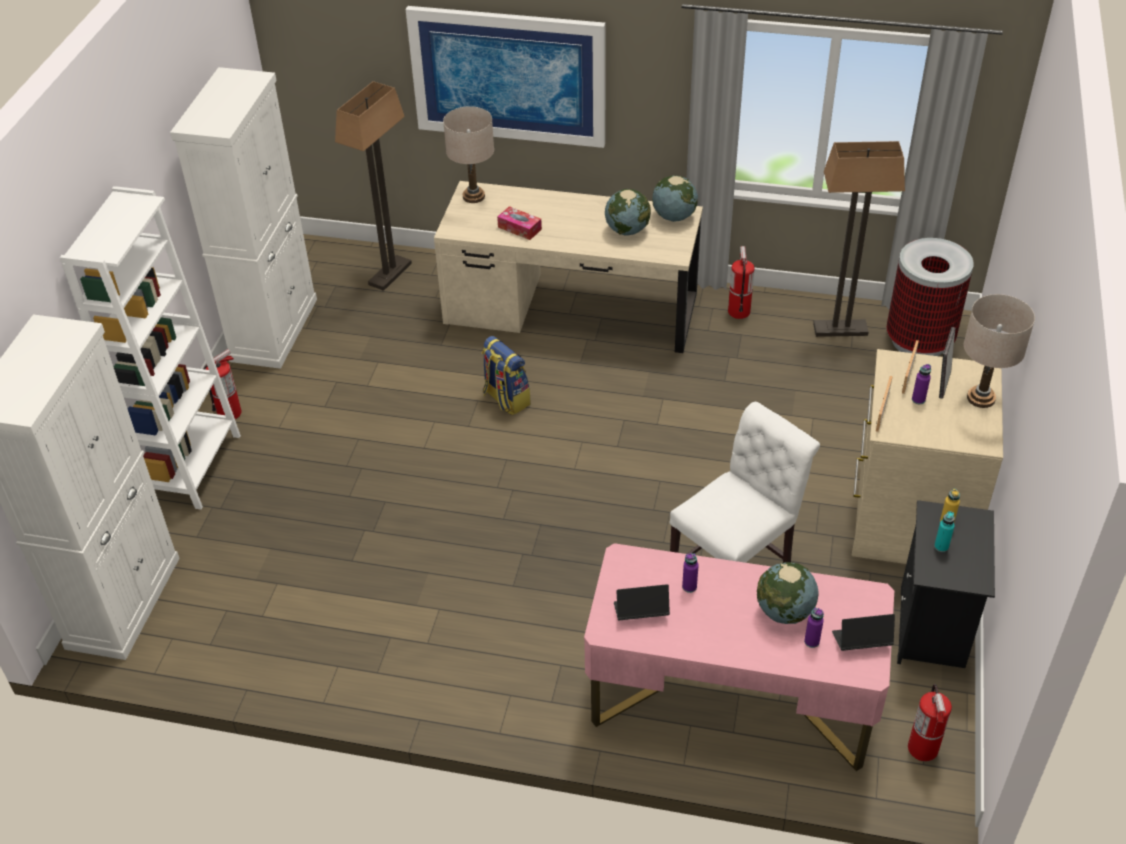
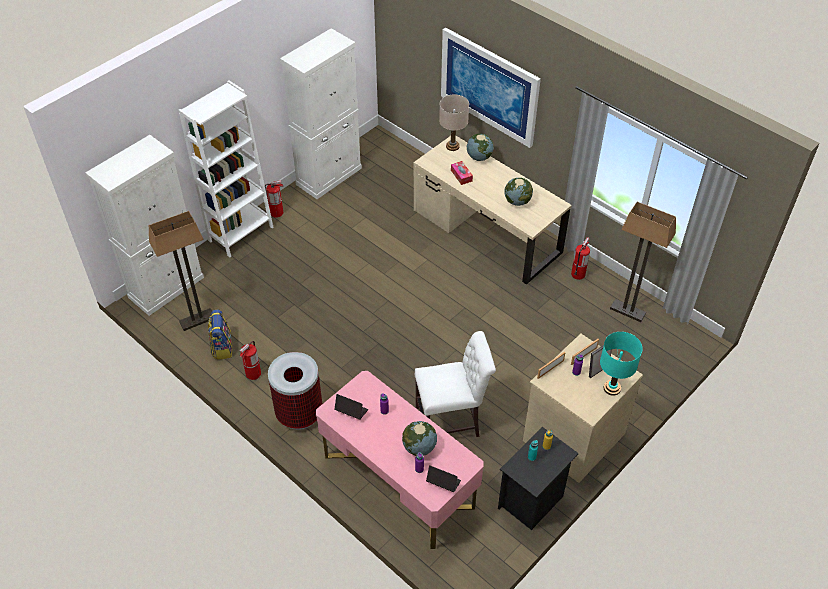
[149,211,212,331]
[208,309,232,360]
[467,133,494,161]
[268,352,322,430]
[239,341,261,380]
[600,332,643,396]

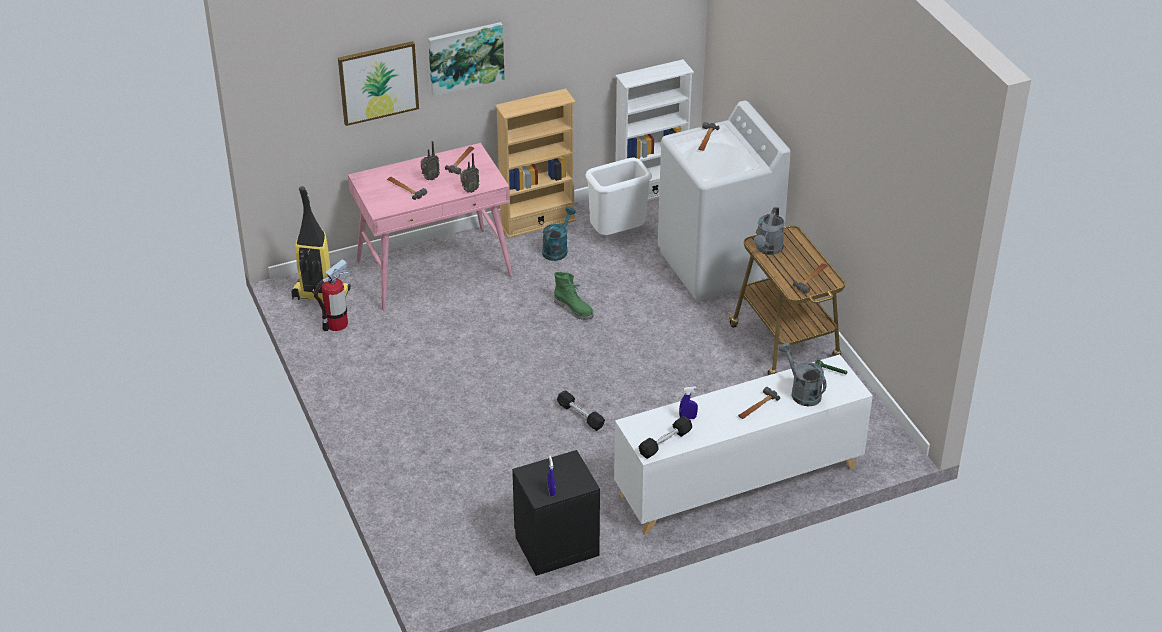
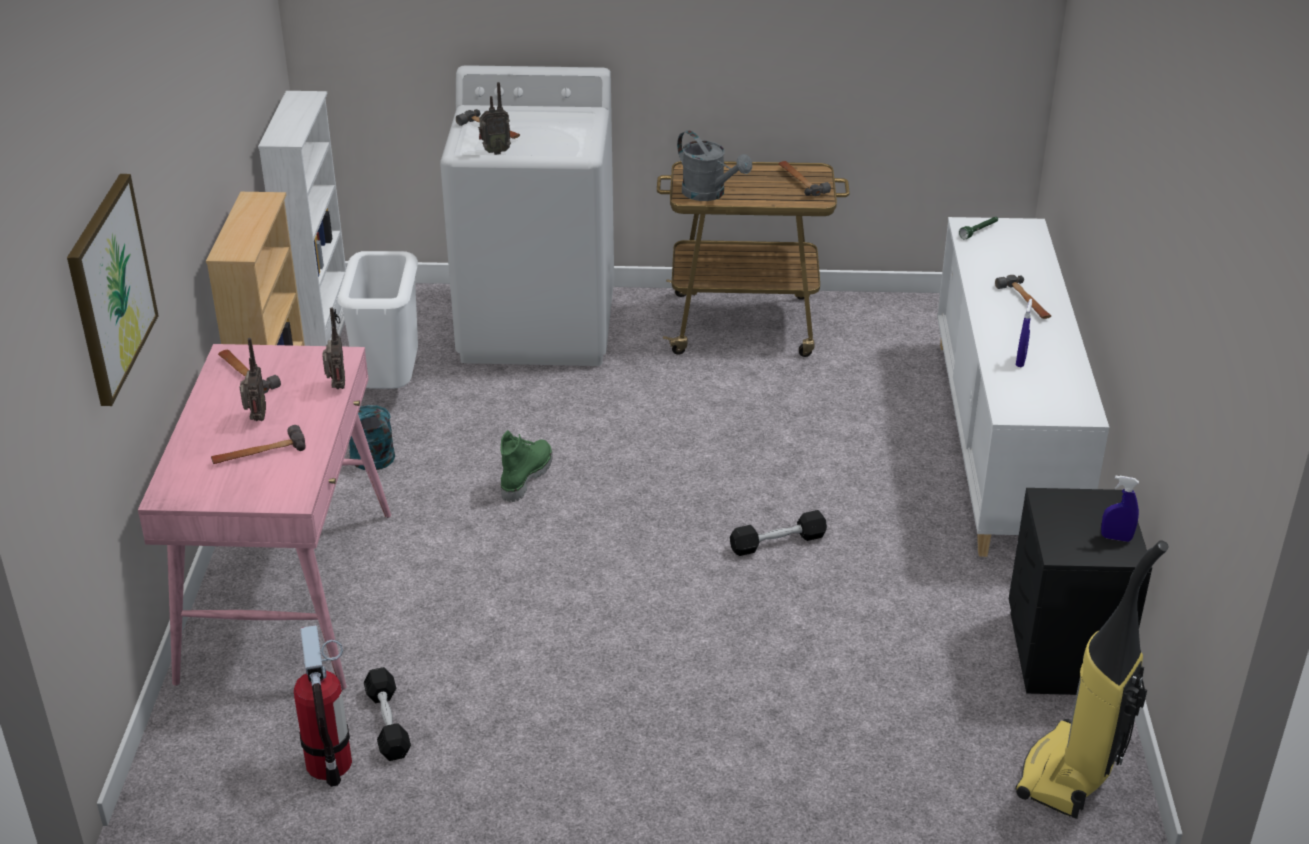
[1015,540,1169,819]
[428,22,505,97] (first image)
[501,430,553,502]
[364,667,411,761]
[778,342,826,407] (first image)
[478,82,511,155]

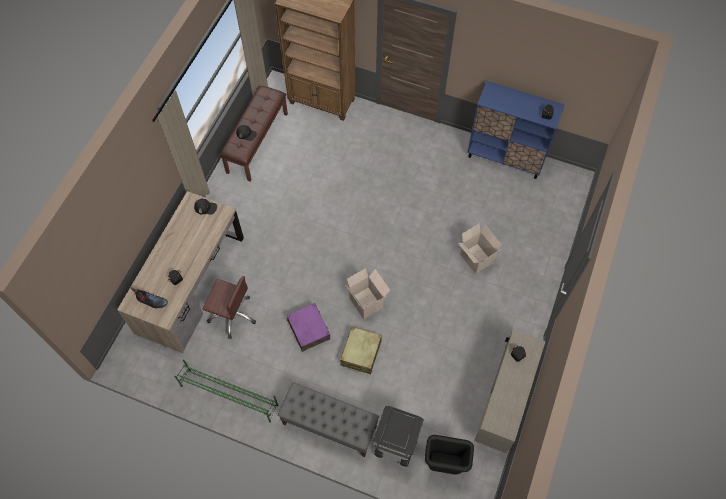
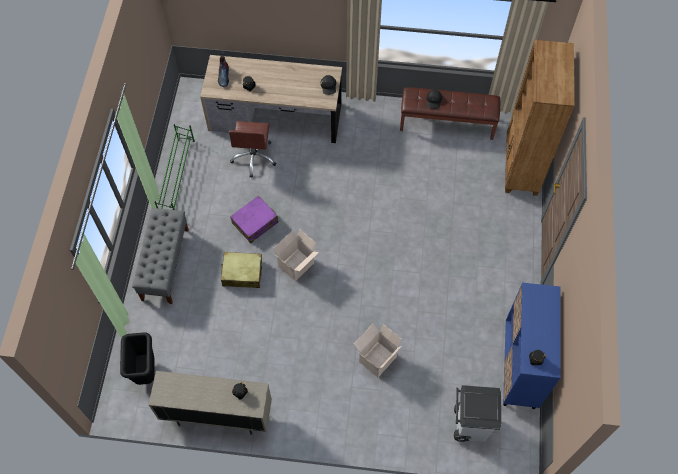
[454,385,501,442]

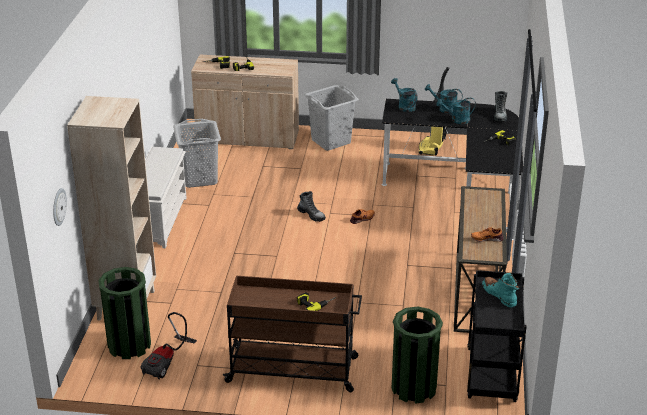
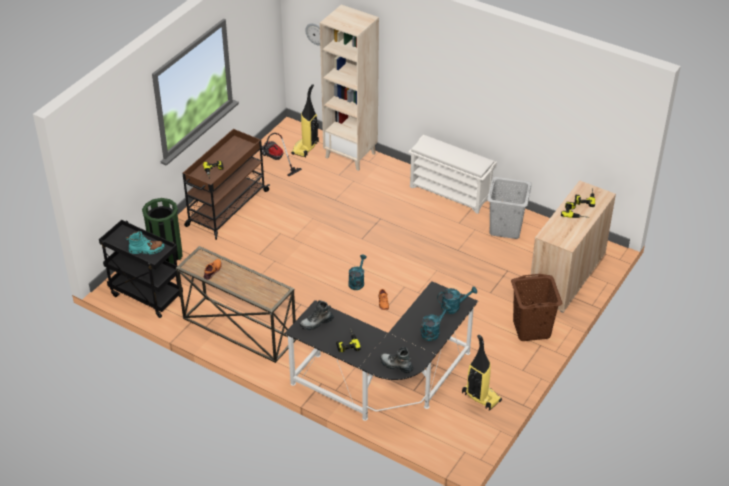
[291,84,319,157]
[300,300,334,330]
[511,274,562,341]
[348,254,367,290]

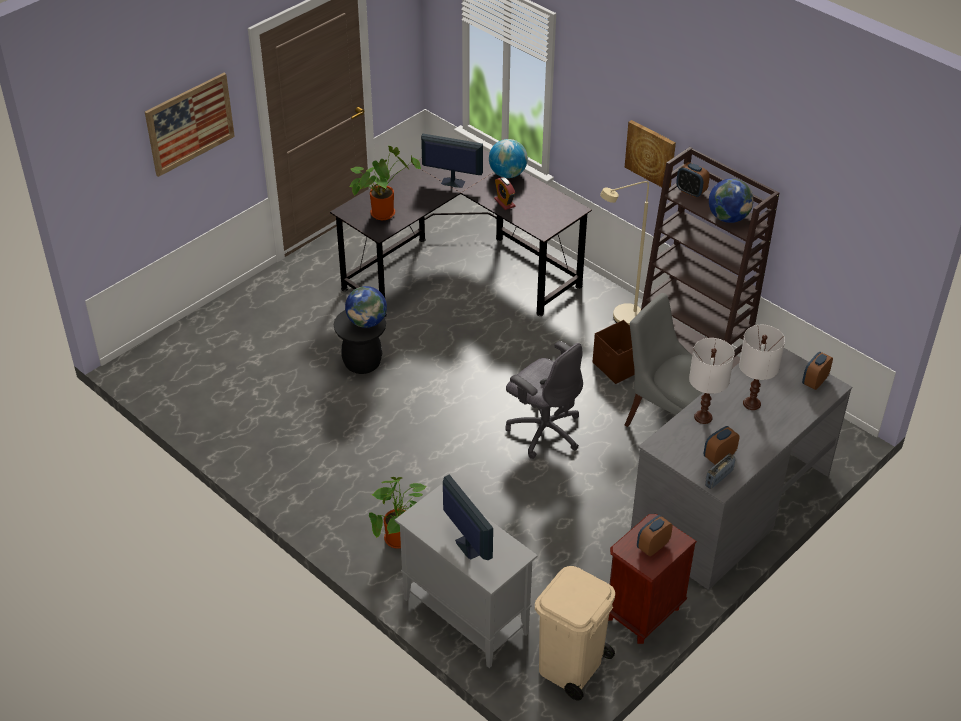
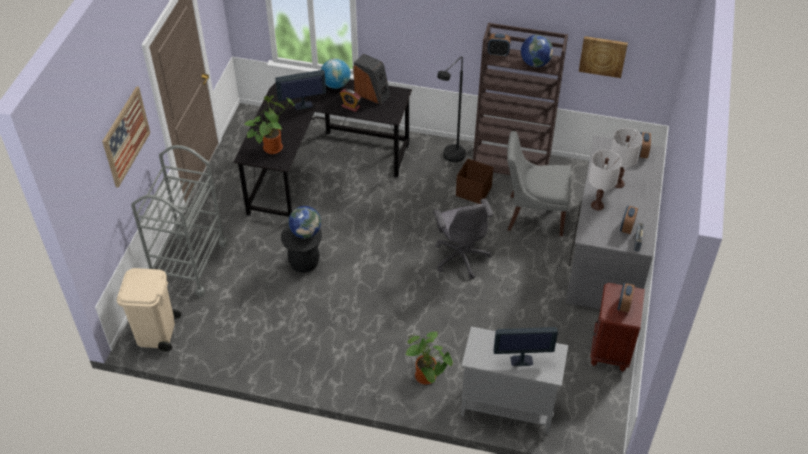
[493,327,558,366]
[433,198,493,279]
[117,268,181,352]
[437,56,465,162]
[579,36,628,78]
[131,145,228,297]
[353,54,390,105]

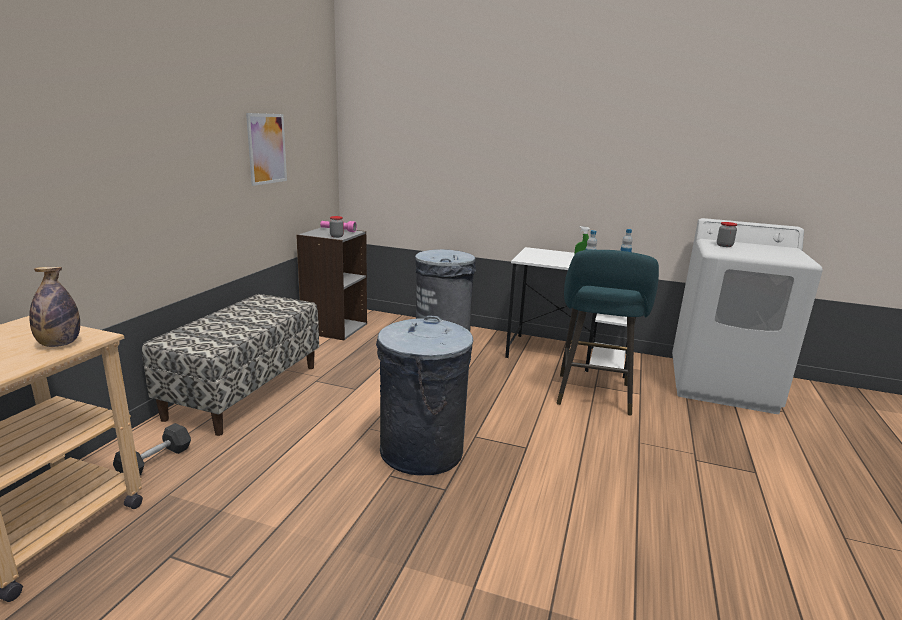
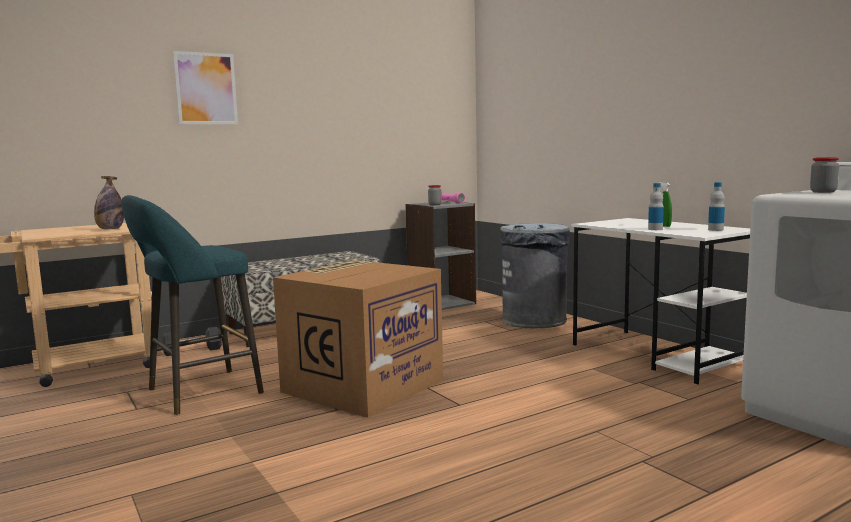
[173,51,238,124]
[273,260,443,418]
[121,195,264,415]

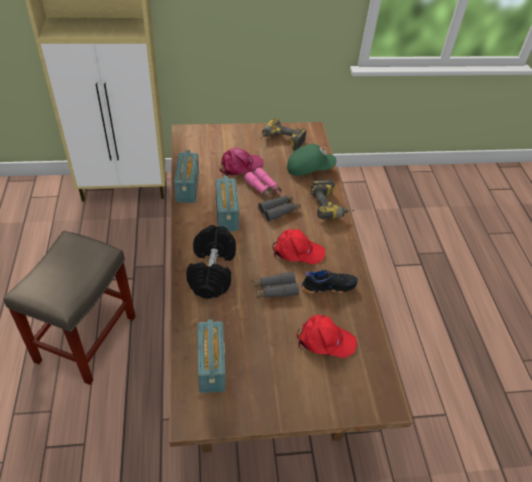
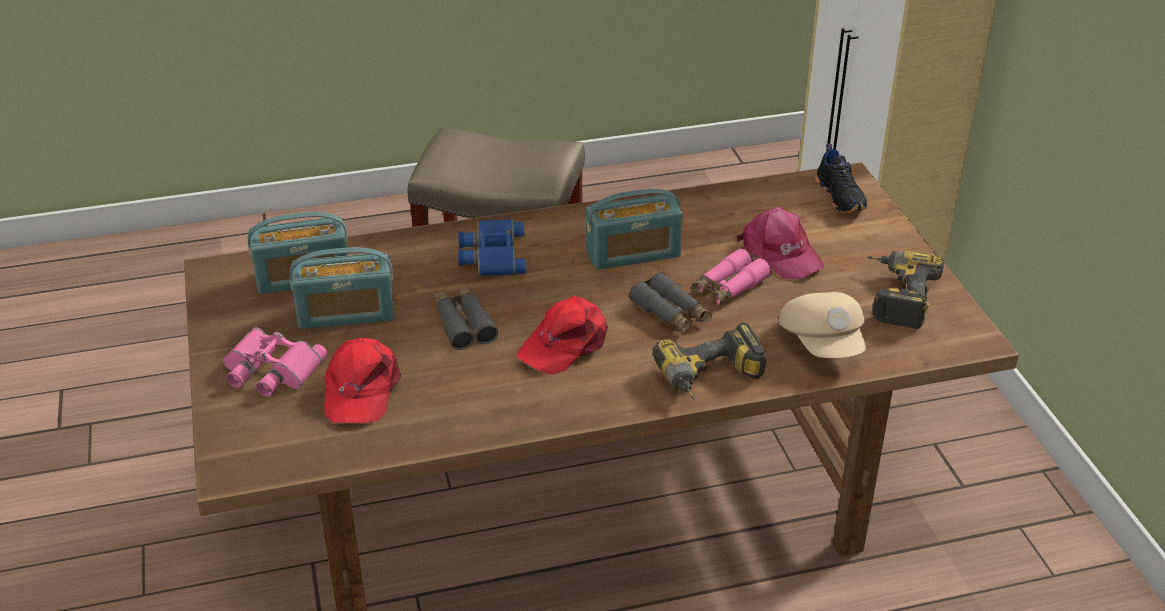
[290,247,394,329]
[458,219,527,276]
[517,296,608,375]
[779,292,866,358]
[815,144,867,213]
[223,327,327,397]

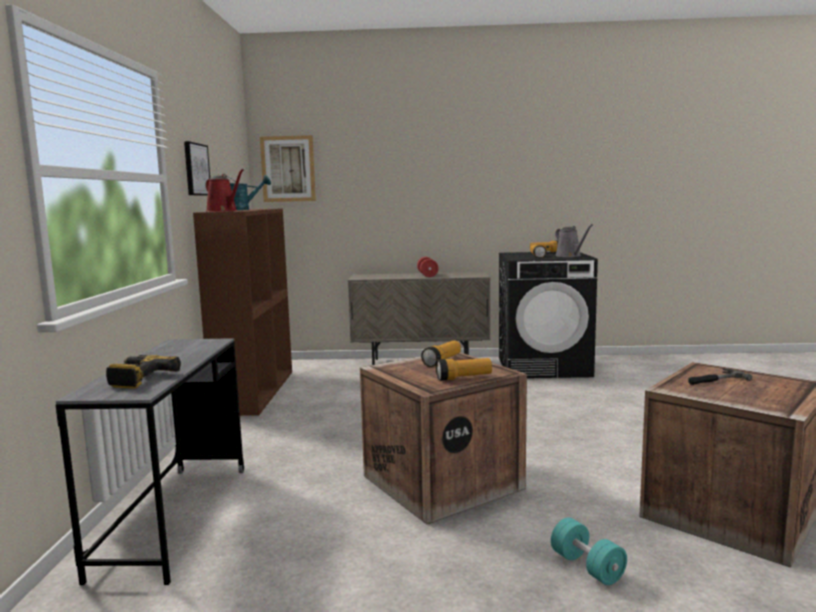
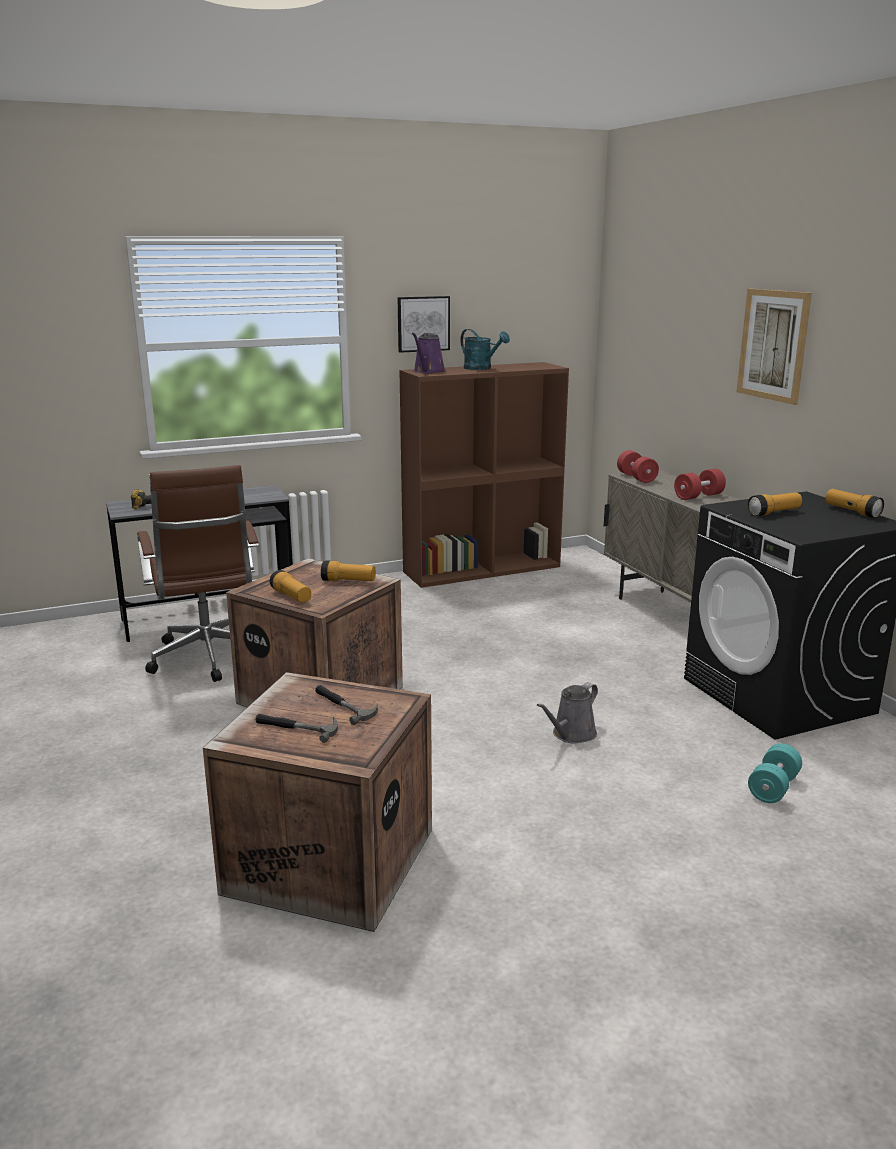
[412,333,446,373]
[737,289,812,405]
[748,744,802,803]
[537,683,598,744]
[137,465,259,682]
[256,714,338,743]
[617,450,659,483]

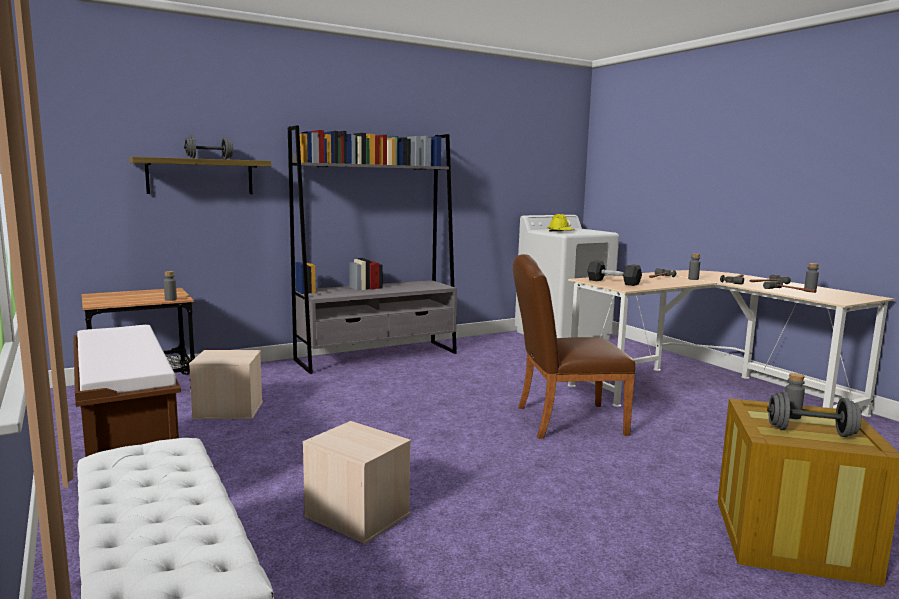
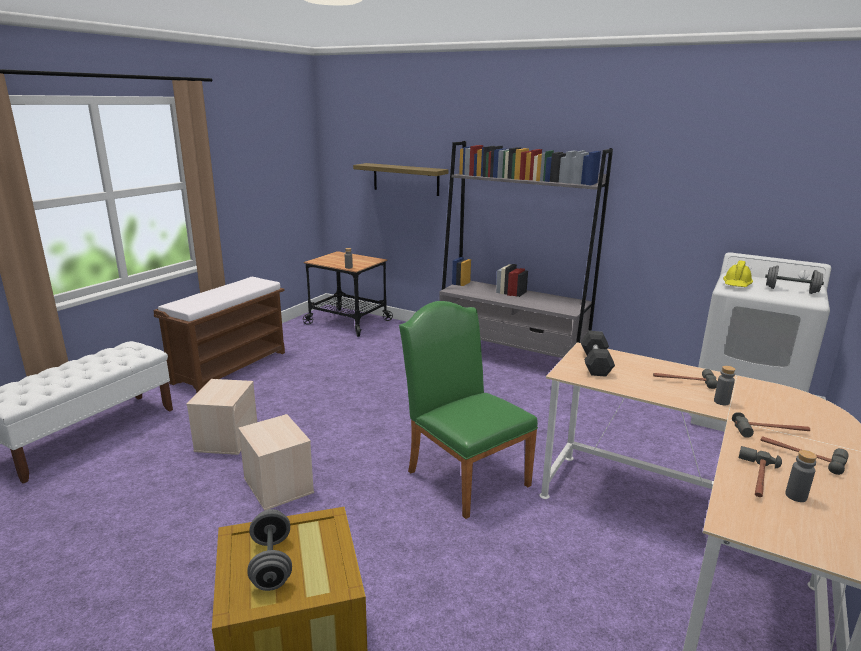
[765,266,824,294]
[238,414,314,511]
[399,301,538,519]
[785,373,805,419] (first image)

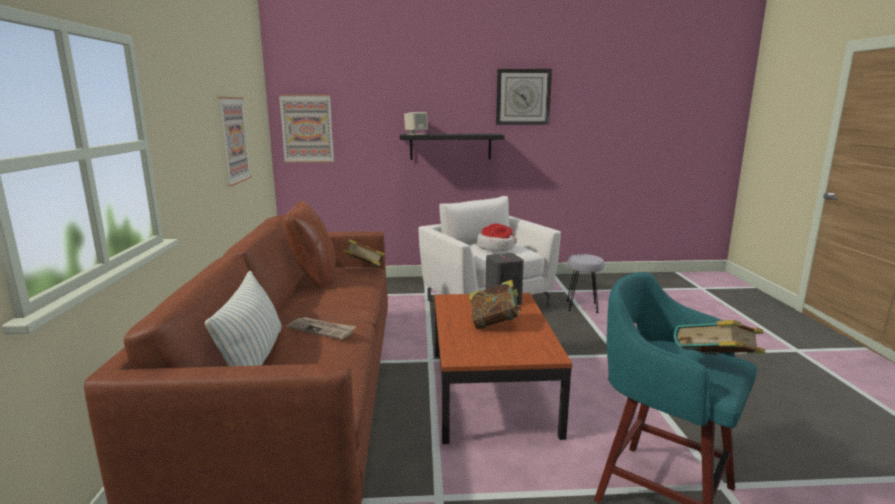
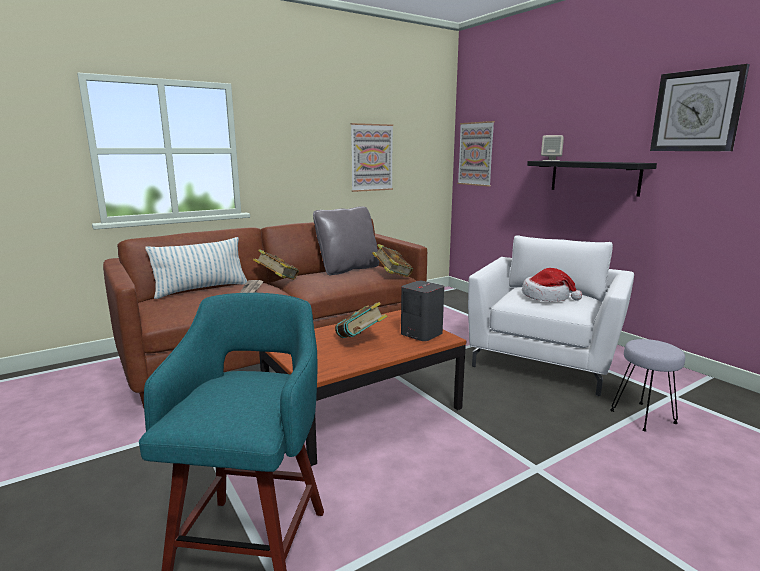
[313,206,379,276]
[253,249,299,280]

